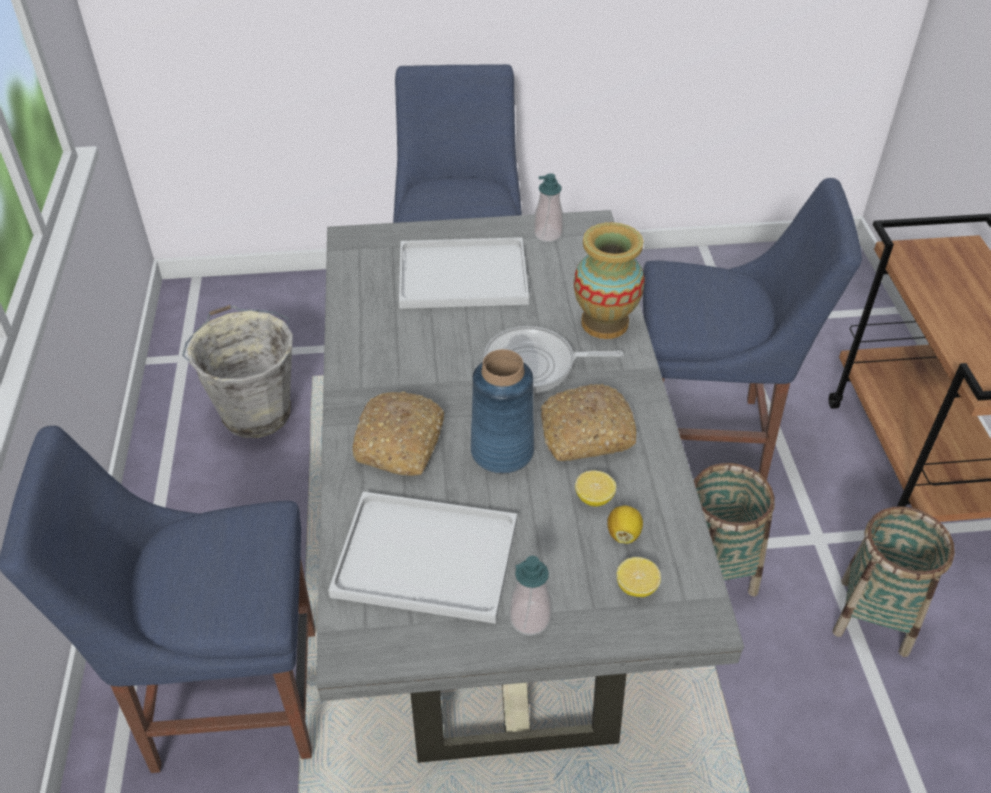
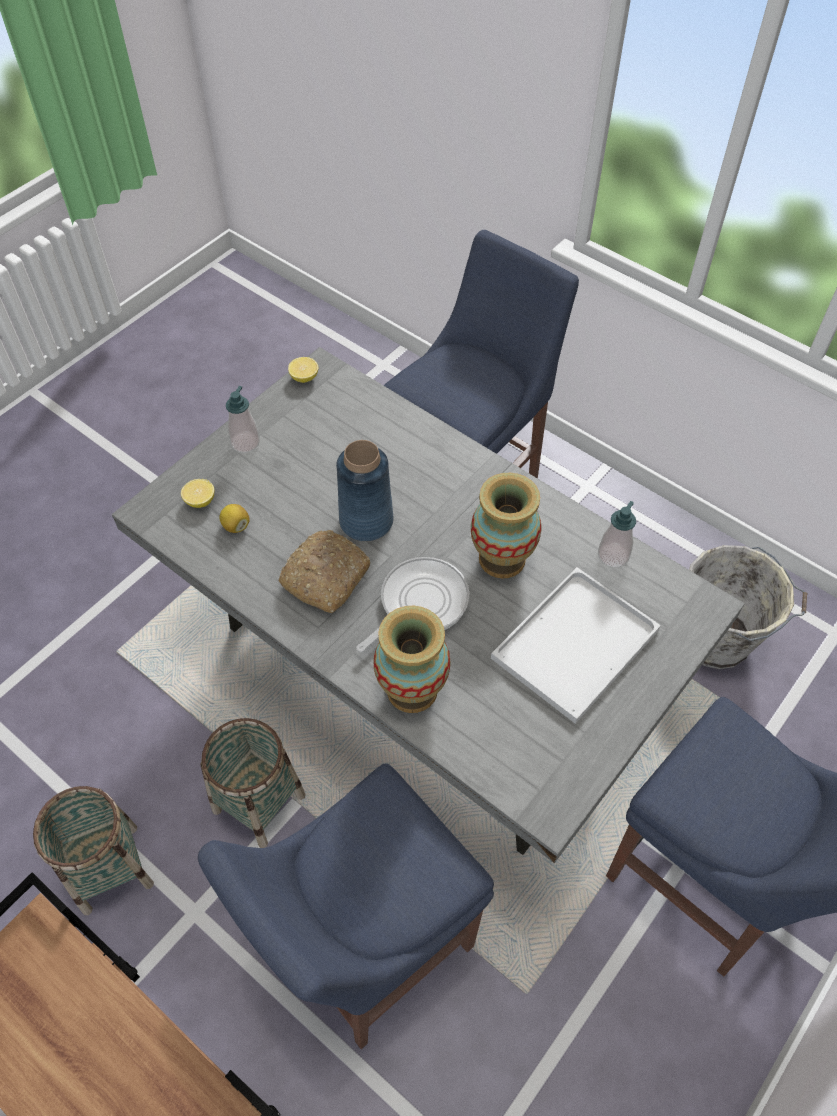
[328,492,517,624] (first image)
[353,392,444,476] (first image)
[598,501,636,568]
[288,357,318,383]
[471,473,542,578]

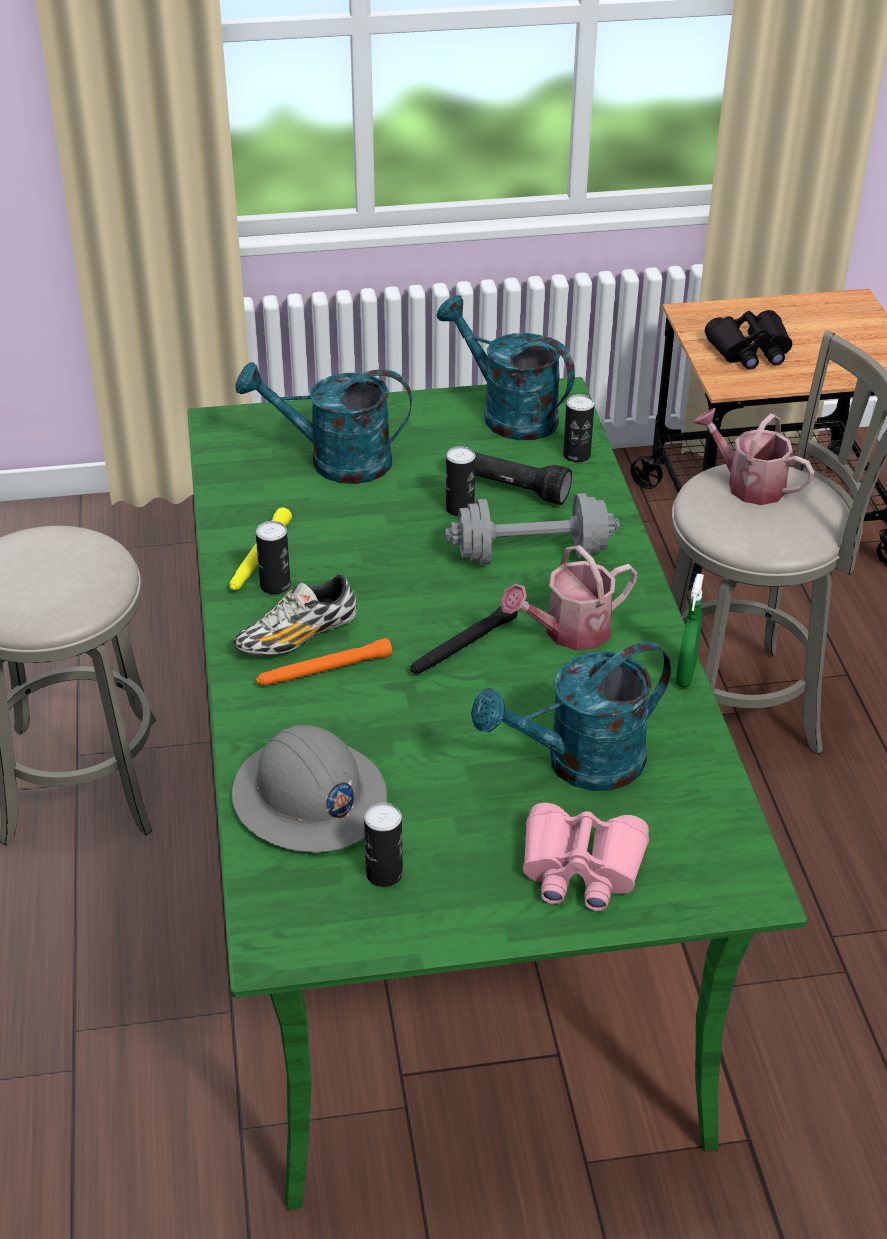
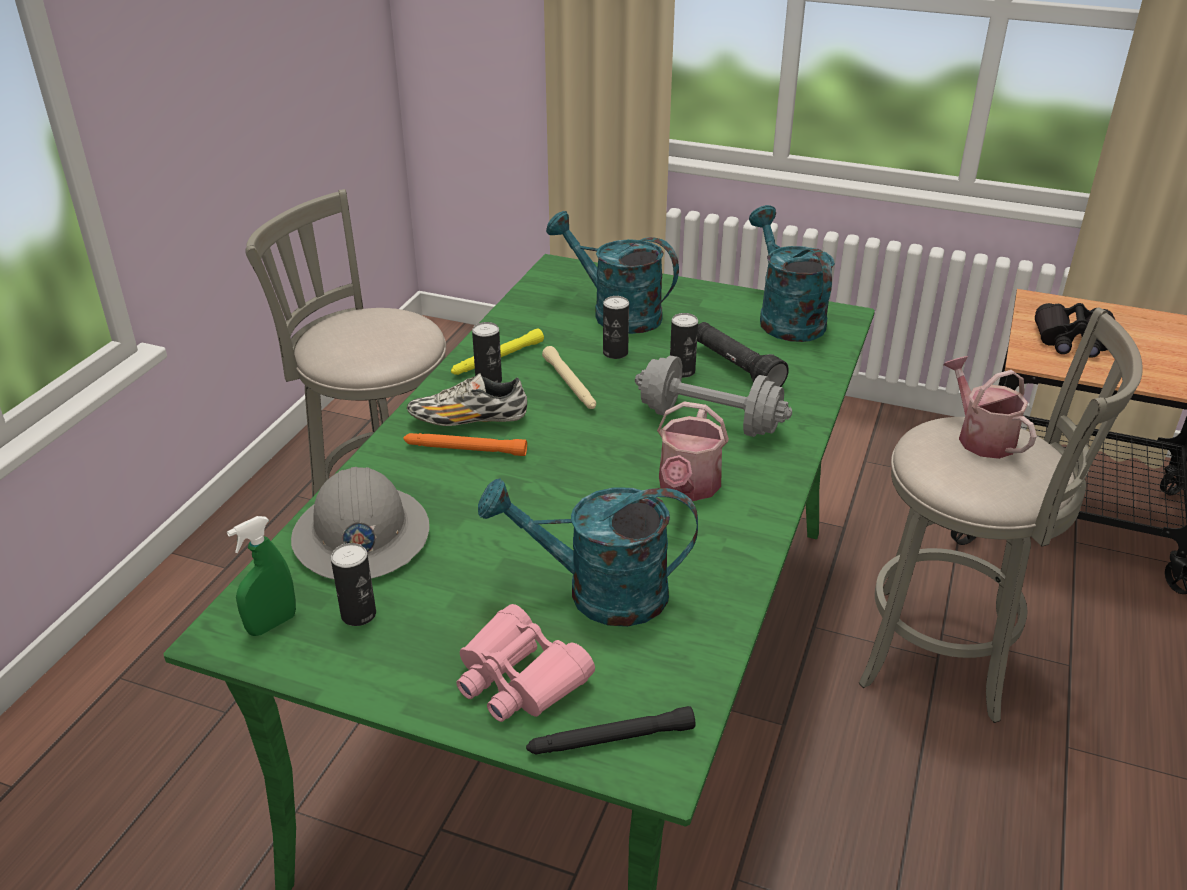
[526,706,695,754]
[657,401,729,501]
[603,296,629,359]
[227,516,296,636]
[542,346,596,409]

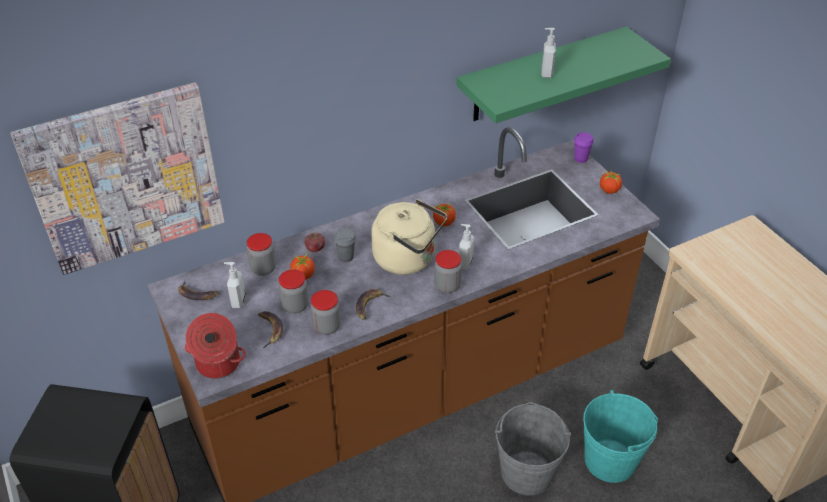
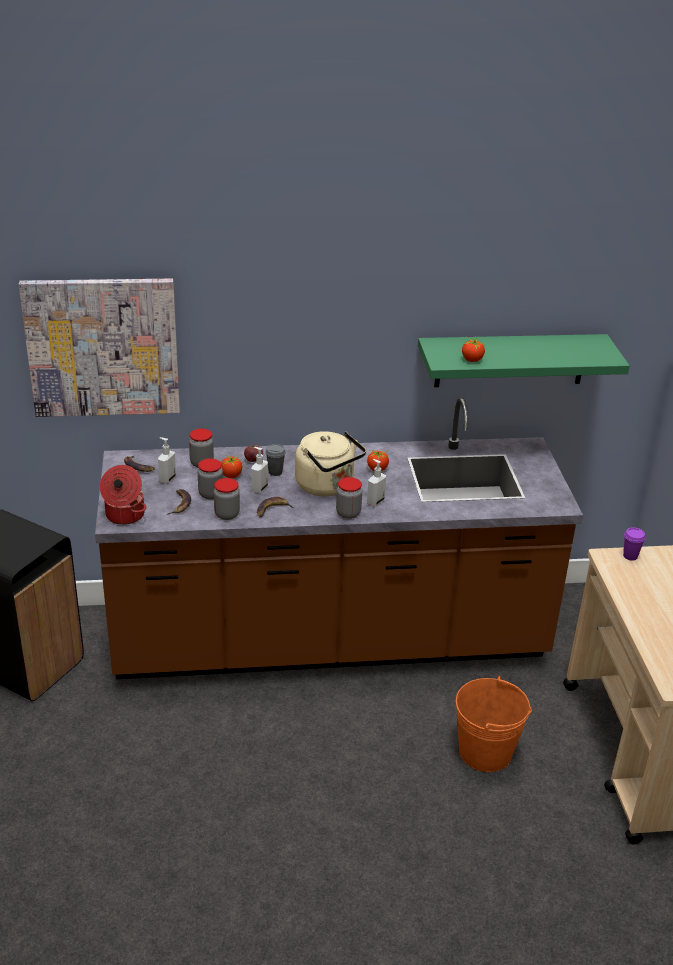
[495,402,571,496] (first image)
[252,447,268,493]
[623,527,646,561]
[456,676,532,772]
[462,336,485,362]

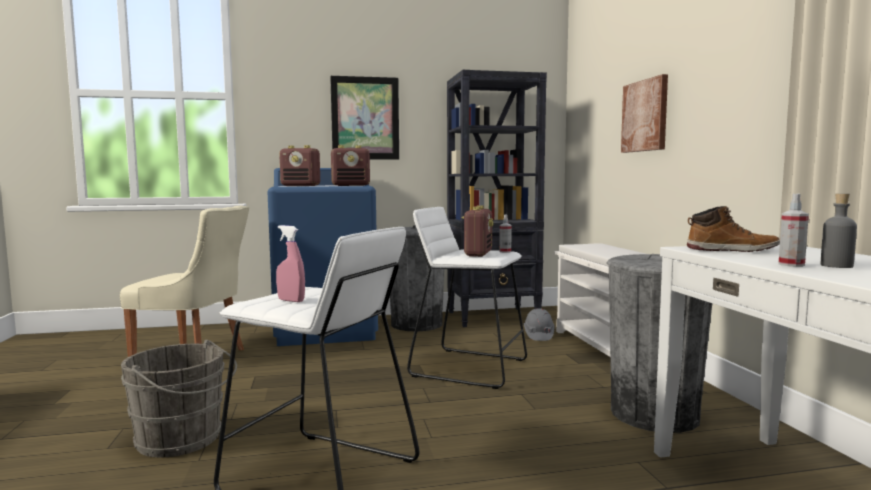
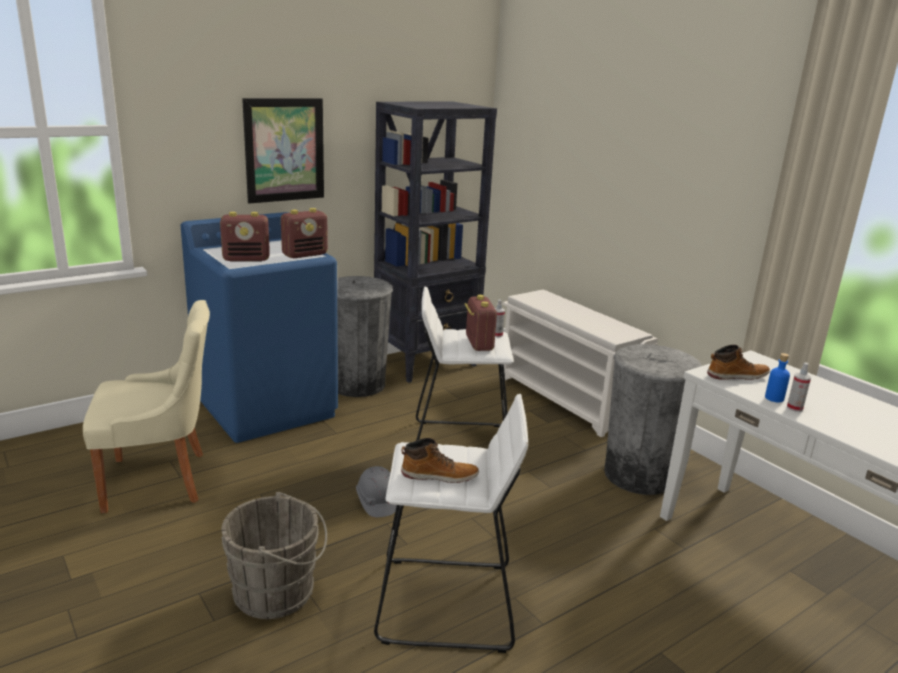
[401,438,479,483]
[356,466,397,517]
[621,74,668,153] (first image)
[821,193,857,268] (first image)
[765,353,790,402]

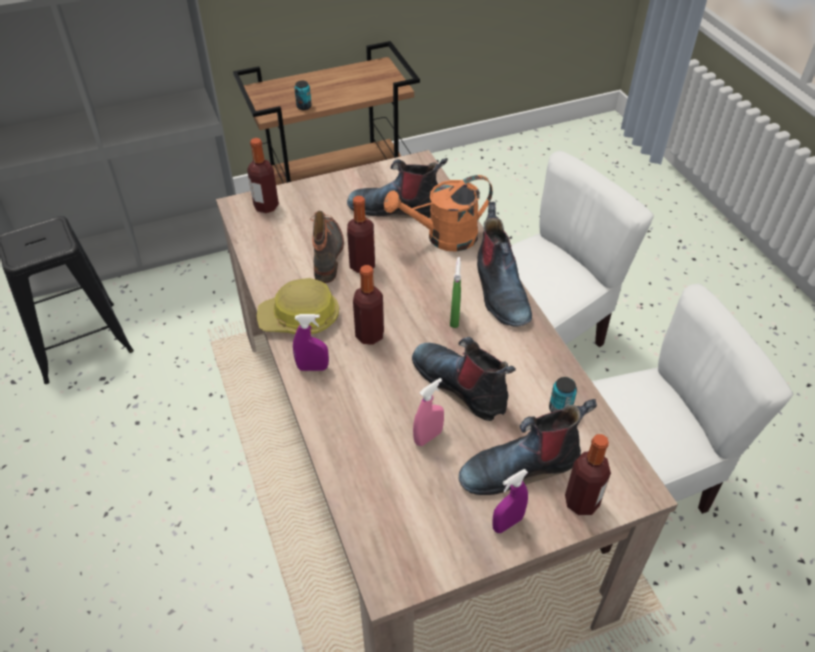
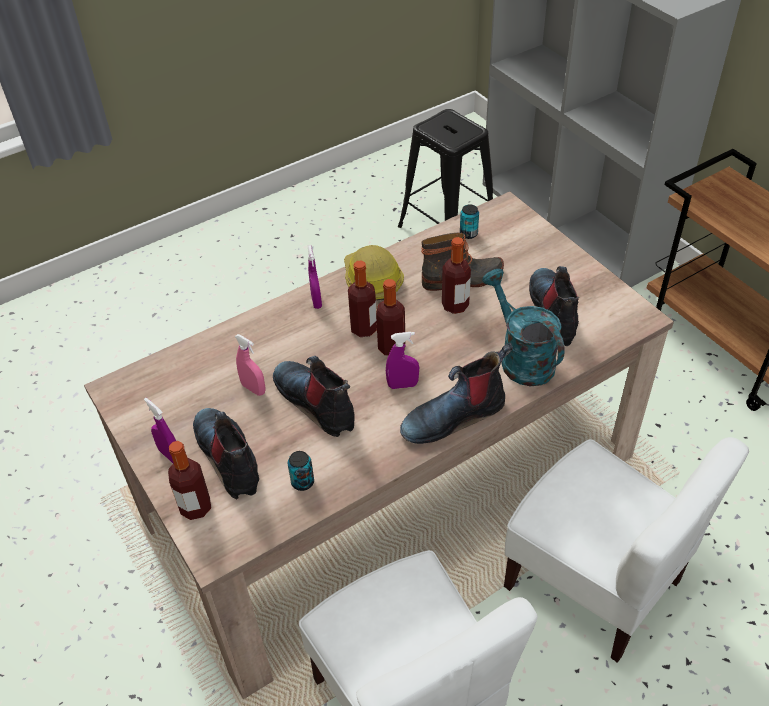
[376,279,405,356]
[460,204,479,239]
[482,269,565,386]
[273,356,355,437]
[386,332,419,389]

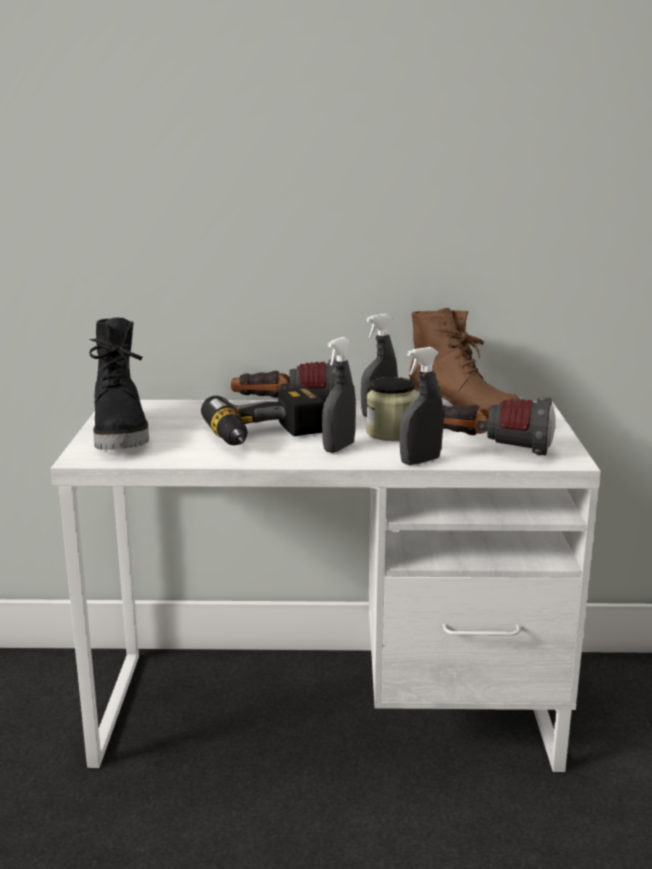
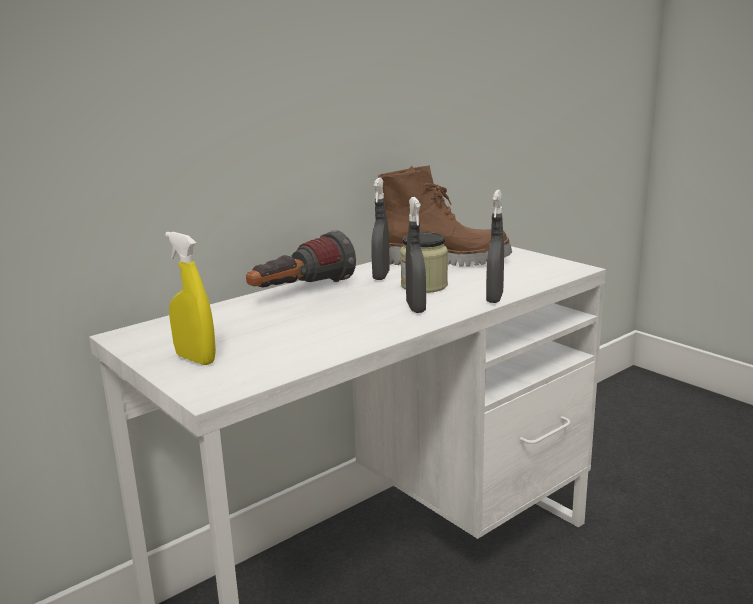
[165,232,216,365]
[201,387,324,445] (first image)
[443,397,556,455] (first image)

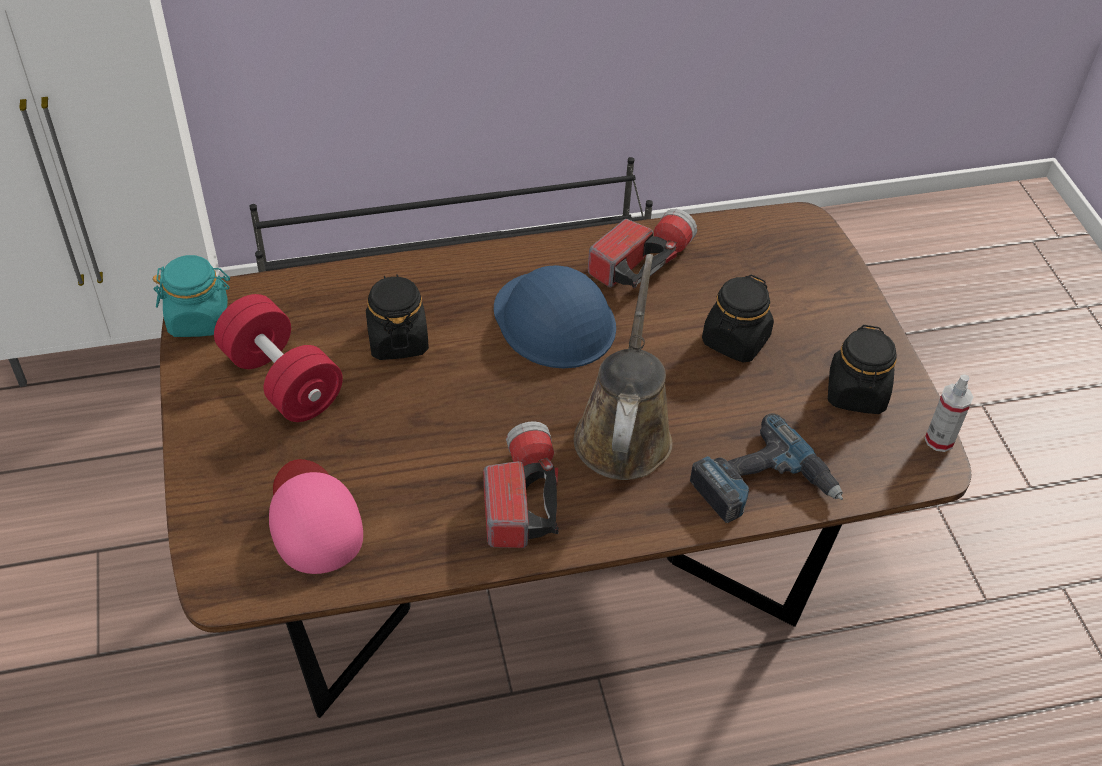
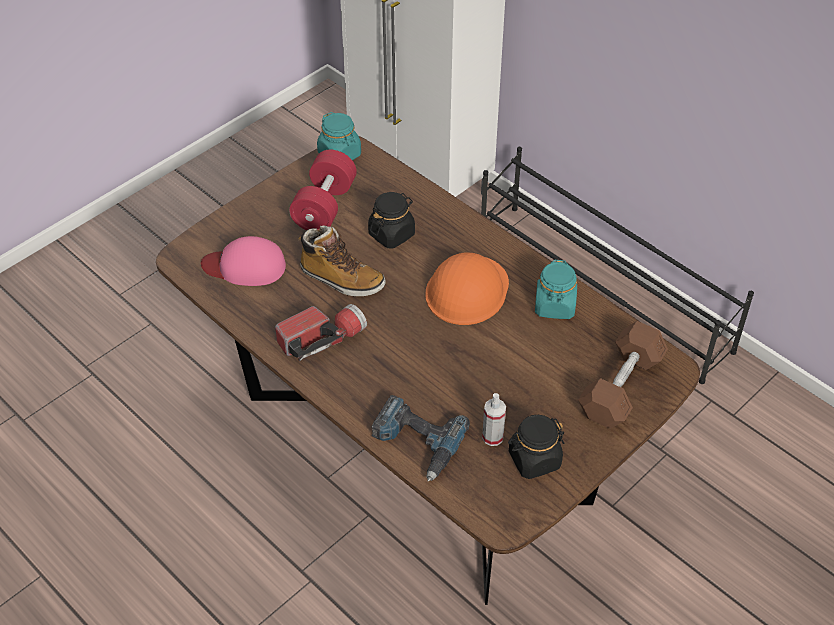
[201,236,286,286]
[425,252,509,325]
[574,254,673,480] (first image)
[535,260,577,319]
[702,275,774,362] (first image)
[482,393,506,446]
[298,225,385,297]
[578,321,668,429]

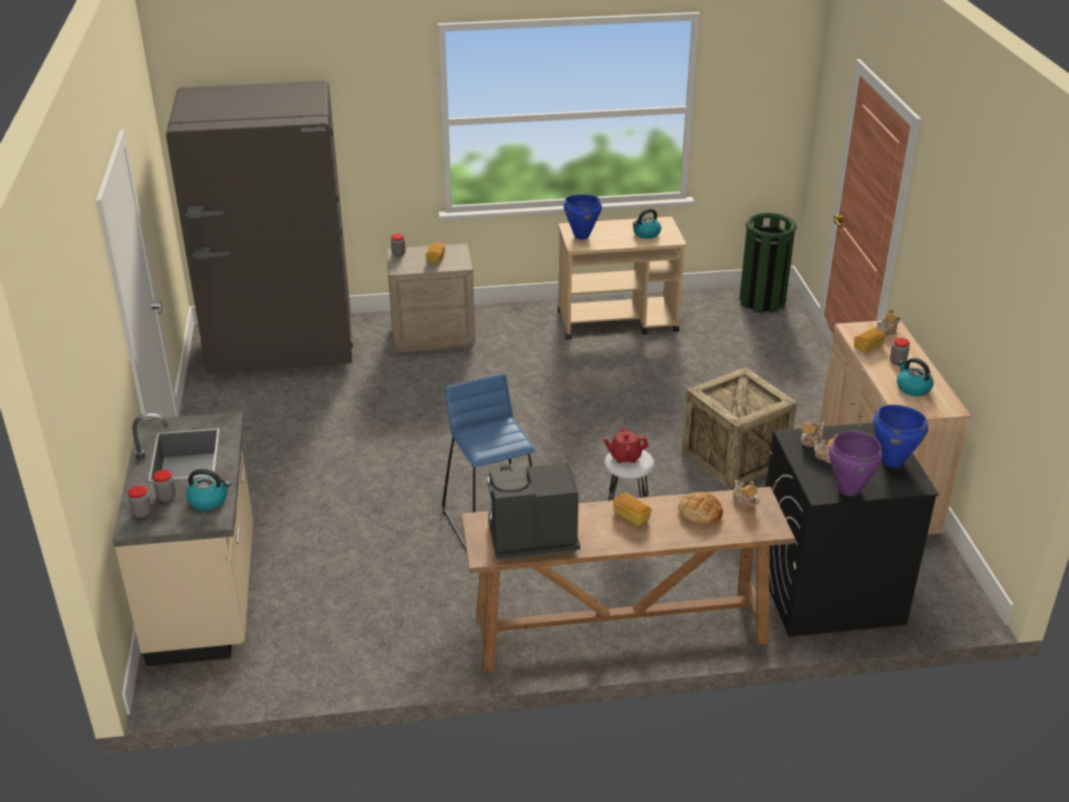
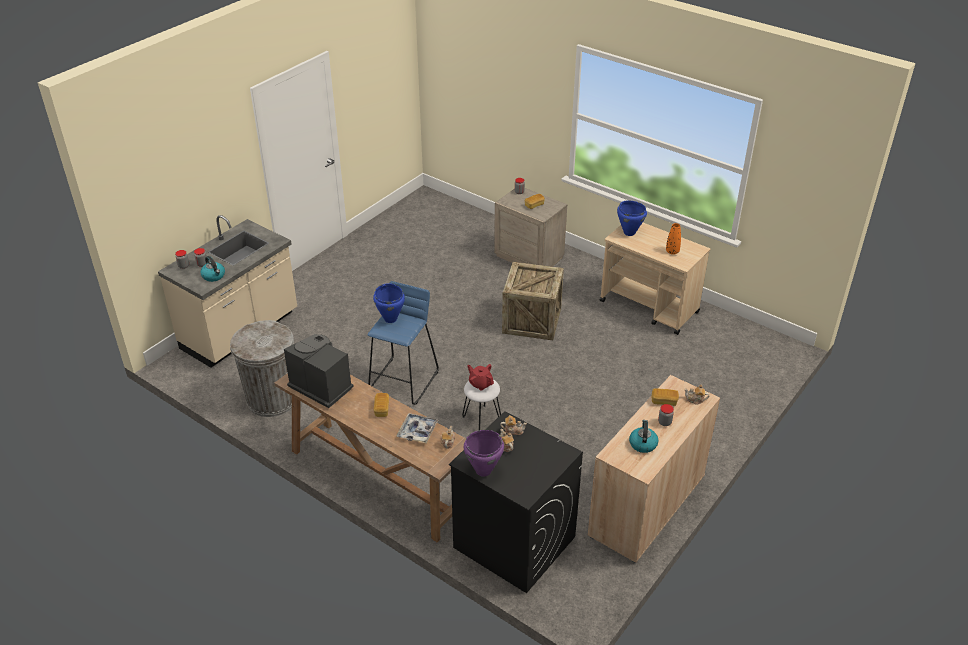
[166,81,353,374] (first image)
[666,223,681,255]
[397,413,438,443]
[502,262,564,340]
[739,213,797,313] (first image)
[373,283,405,323]
[230,320,294,417]

